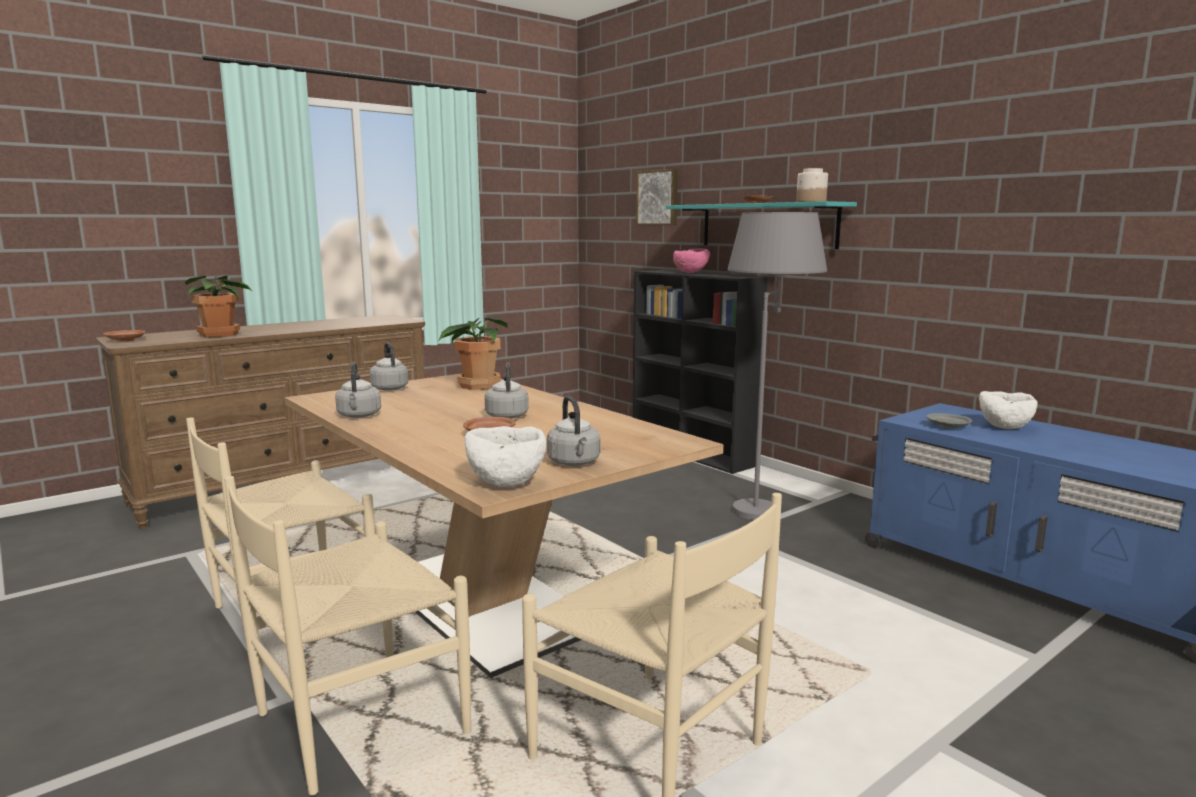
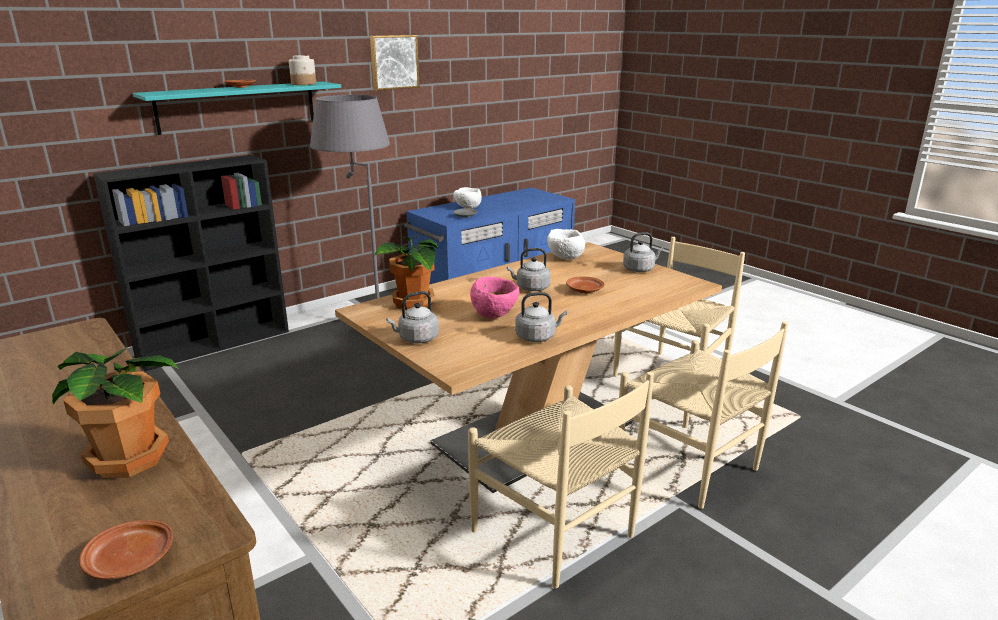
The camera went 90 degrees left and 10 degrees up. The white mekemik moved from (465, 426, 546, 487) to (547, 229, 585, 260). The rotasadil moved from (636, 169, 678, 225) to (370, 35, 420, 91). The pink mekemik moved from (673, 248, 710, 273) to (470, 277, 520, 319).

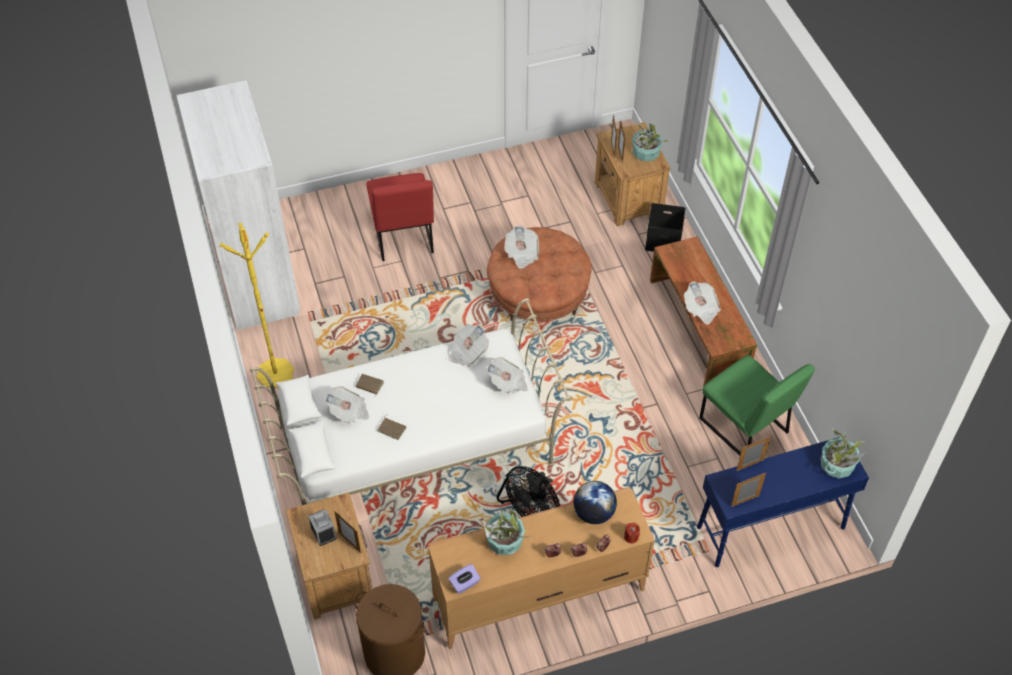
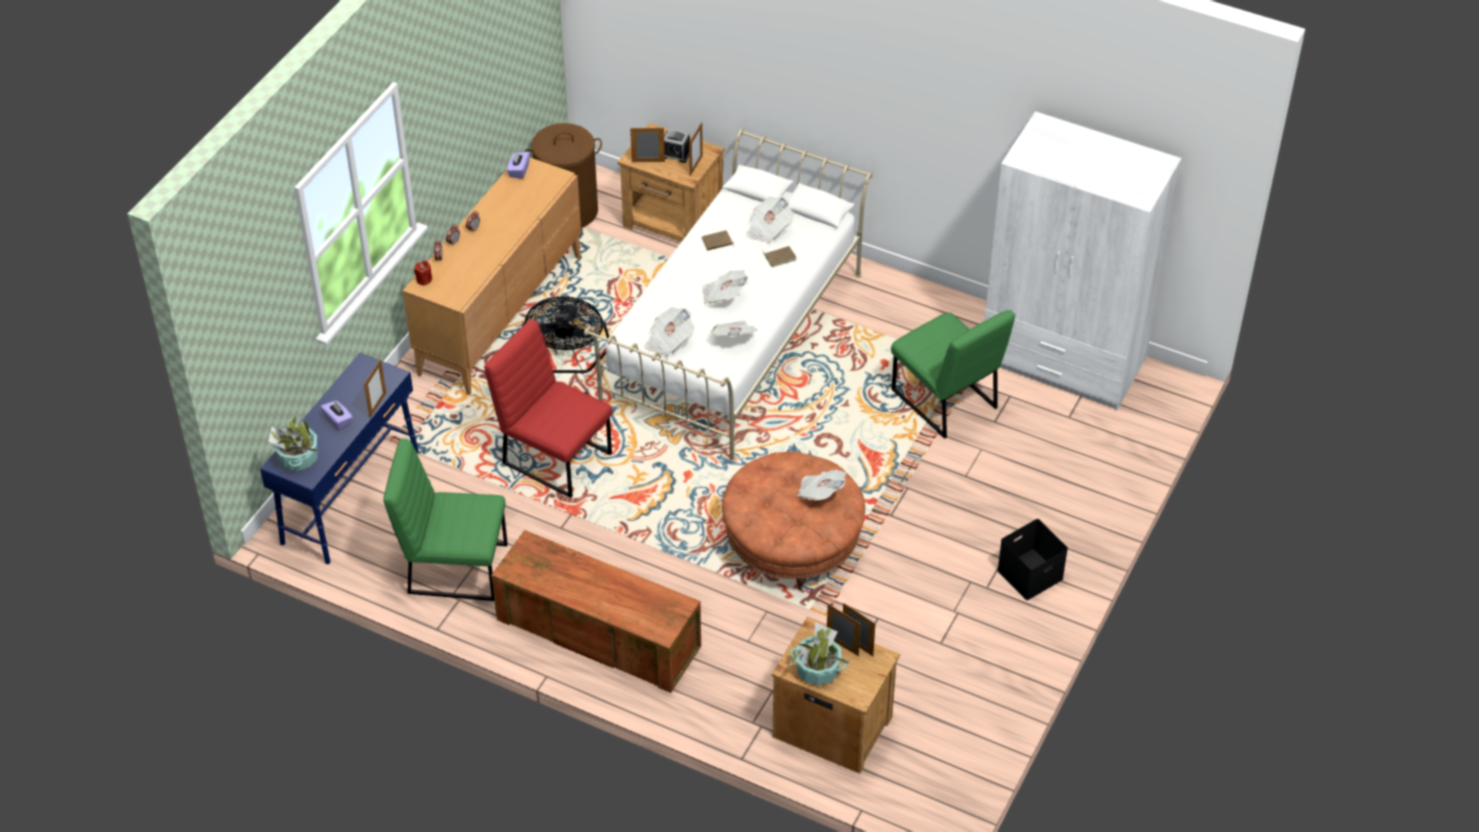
The camera went 135 degrees right and 5 degrees down. The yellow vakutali at (220, 223, 294, 388) disappeared. The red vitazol moved from (366, 173, 434, 261) to (484, 319, 612, 498). The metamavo at (483, 504, 533, 555) disappeared. The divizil at (573, 481, 617, 524) disappeared. The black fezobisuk moved from (645, 203, 685, 252) to (997, 519, 1068, 600). The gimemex moved from (684, 281, 721, 325) to (702, 270, 748, 304). The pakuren moved from (731, 473, 766, 507) to (689, 122, 703, 176). The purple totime at (320, 400, 353, 431) appeared. The green vitazol at (891, 310, 1015, 439) appeared.

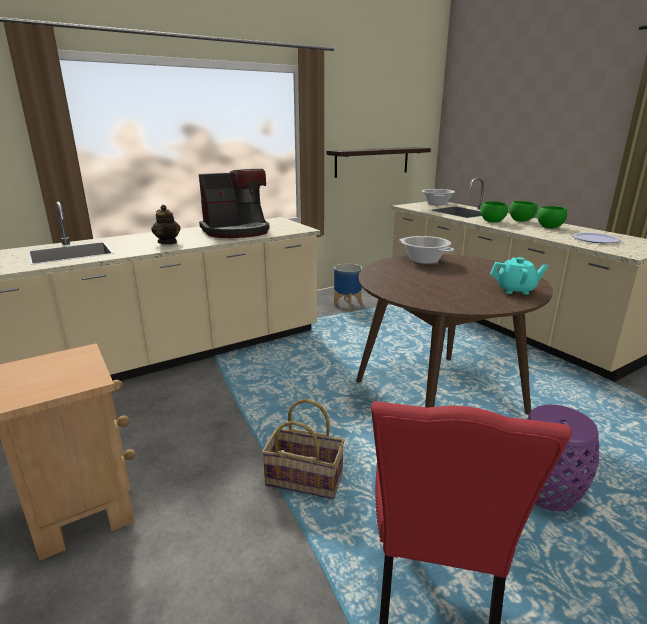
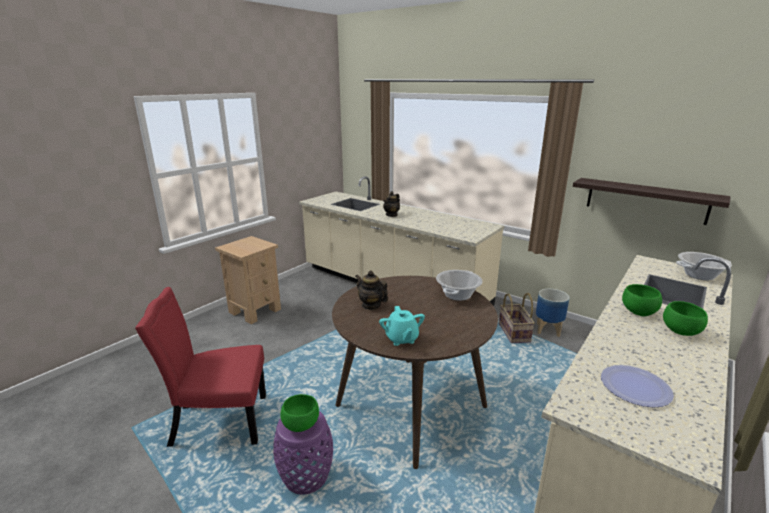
The camera went 70 degrees right and 0 degrees up. The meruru at (199, 169, 269, 238) disappeared. The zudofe moved from (262, 399, 345, 499) to (499, 293, 535, 343). The green mekemik moved from (537, 206, 567, 228) to (280, 394, 319, 432). The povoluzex at (355, 271, 388, 310) appeared.

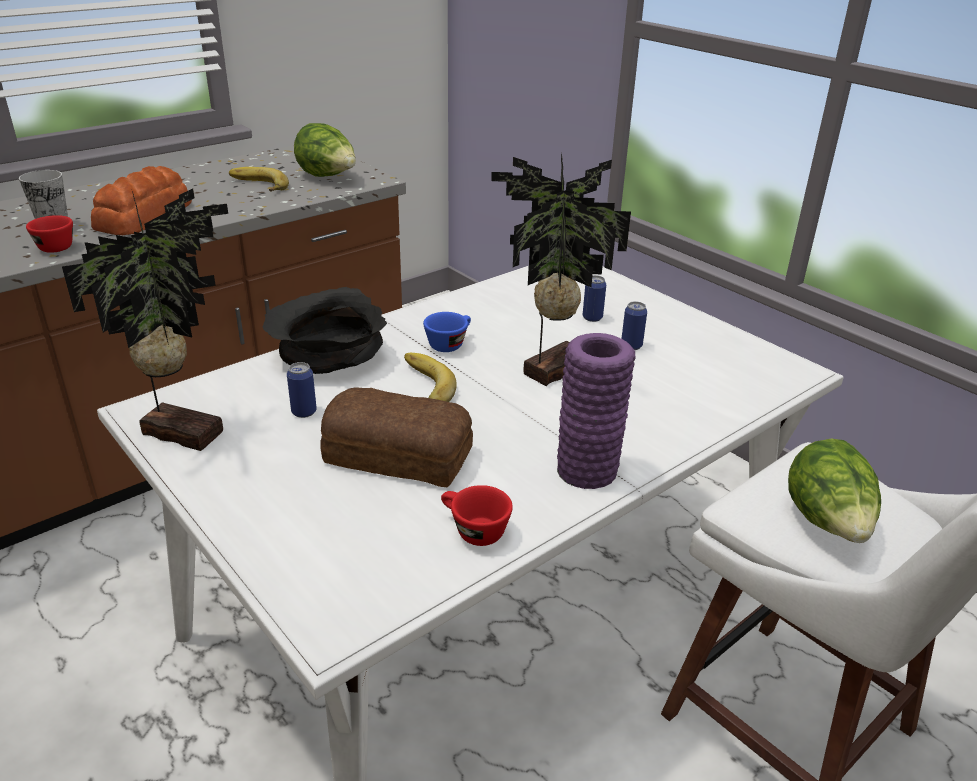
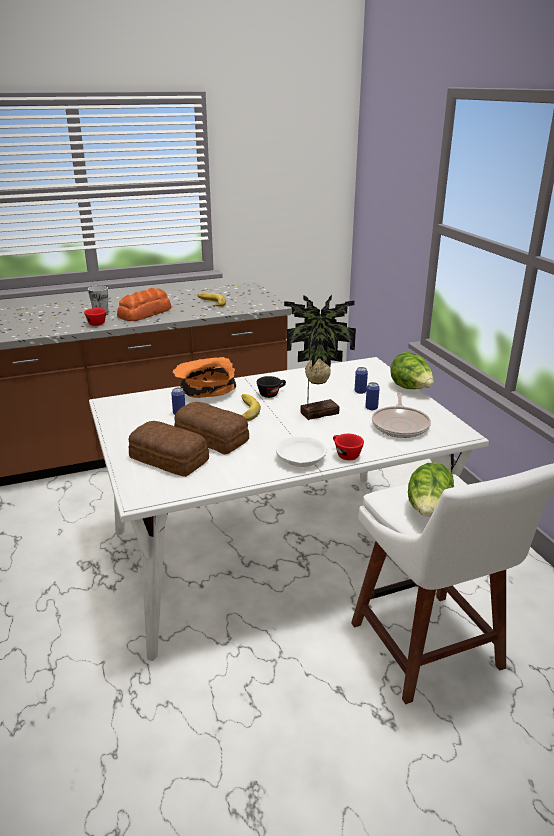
The camera went 20 degrees right and 5 degrees down. The metamavo at (62, 188, 228, 451) disappeared. The black mekemik at (263, 287, 387, 374) became the orange mekemik at (173, 357, 236, 398). The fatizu moved from (294, 123, 356, 177) to (390, 352, 434, 389). The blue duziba at (423, 312, 471, 352) became the black duziba at (257, 376, 286, 398). The red duziba moved from (441, 485, 513, 546) to (333, 434, 364, 460). The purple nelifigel at (557, 333, 636, 489) was replaced by the white mekemik at (276, 436, 327, 467). The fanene at (128, 421, 209, 477) appeared. The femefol at (372, 392, 431, 438) appeared.

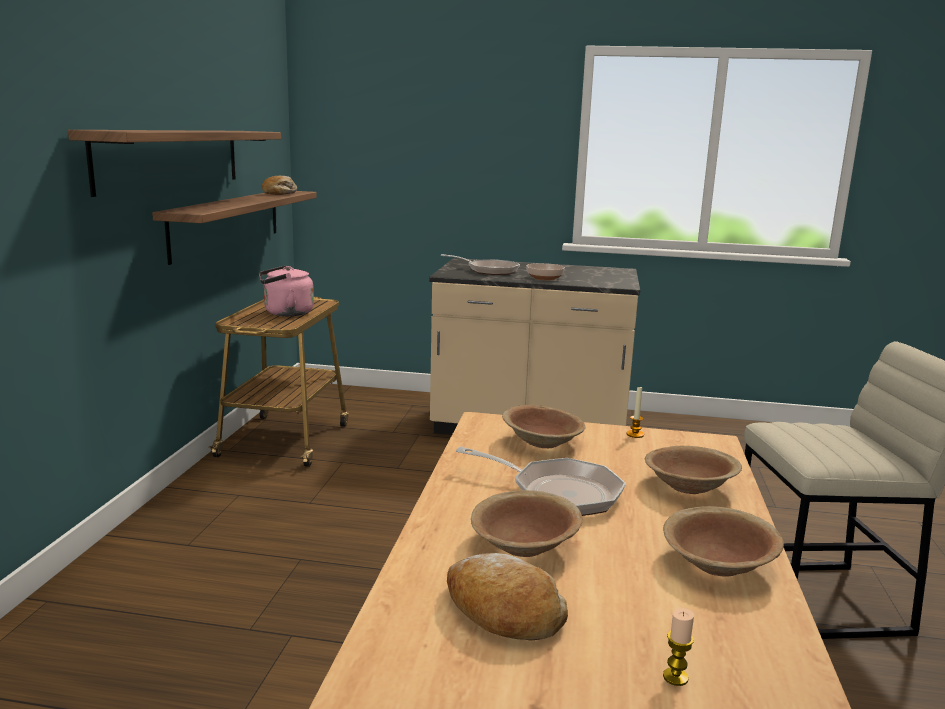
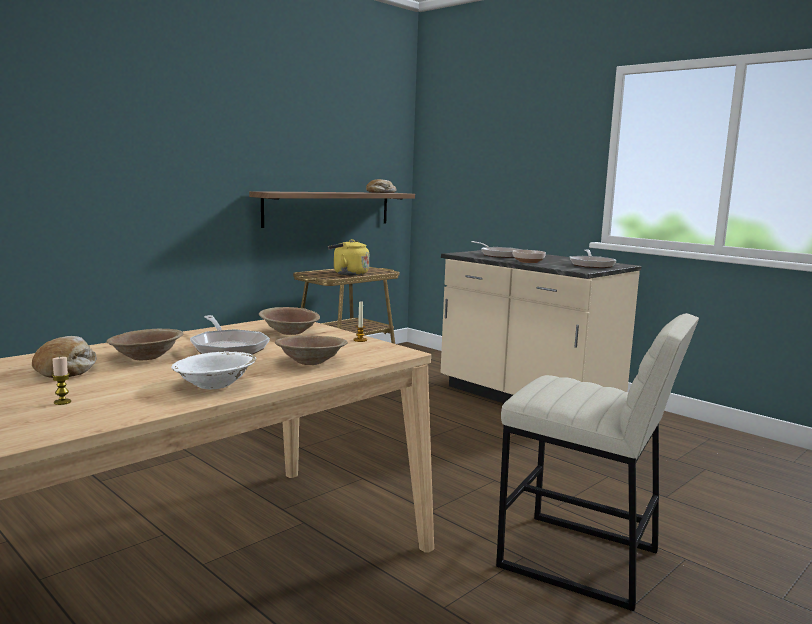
The camera went 35 degrees right and 5 degrees down. The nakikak at (68, 130, 281, 197) disappeared. The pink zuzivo at (259, 266, 314, 316) became the yellow zuzivo at (328, 239, 369, 275). The brown mekemik at (663, 506, 784, 577) became the white mekemik at (171, 351, 256, 389). The femefol at (570, 250, 616, 268) appeared.

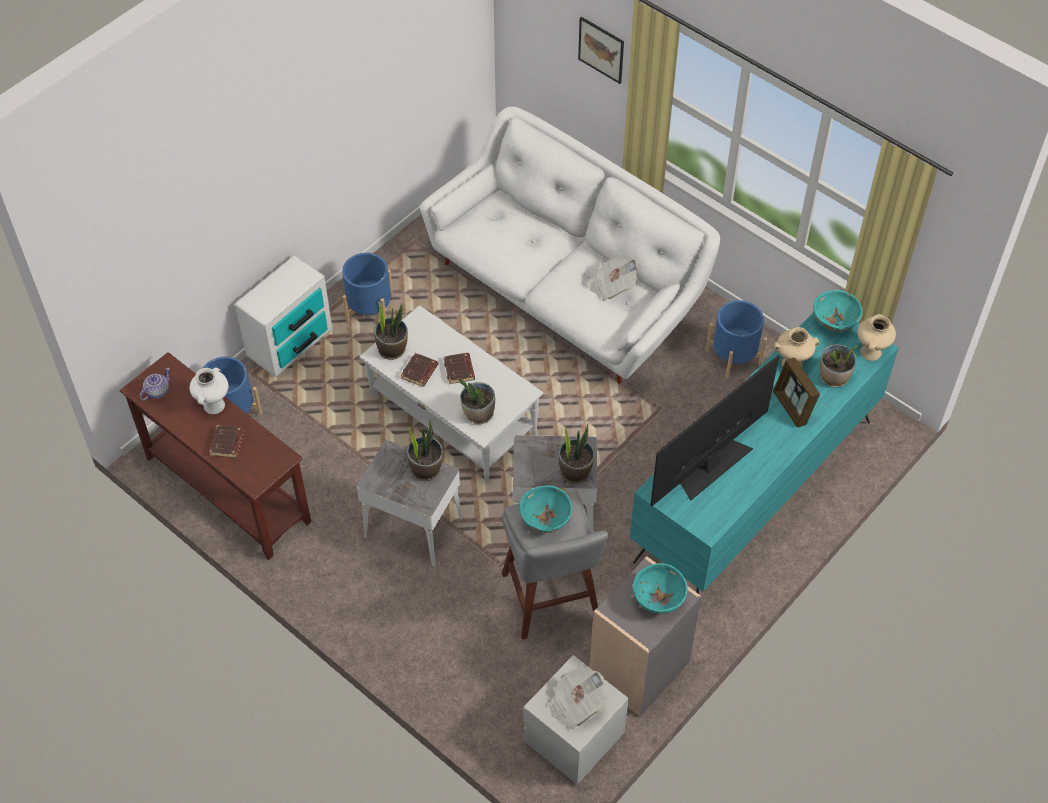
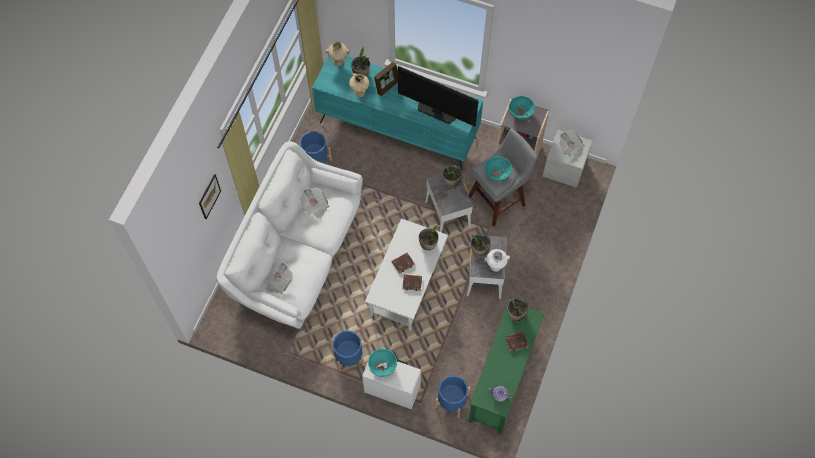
The camera went 110 degrees left and 10 degrees up. The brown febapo at (120, 352, 311, 560) became the green febapo at (468, 301, 544, 434). The white nelifigel moved from (189, 367, 229, 414) to (484, 249, 510, 272). The metamavo moved from (374, 302, 408, 360) to (508, 297, 529, 322). The turquoise mekemik moved from (813, 290, 862, 332) to (368, 349, 397, 377). The gimemex at (266, 262, 293, 294) appeared.

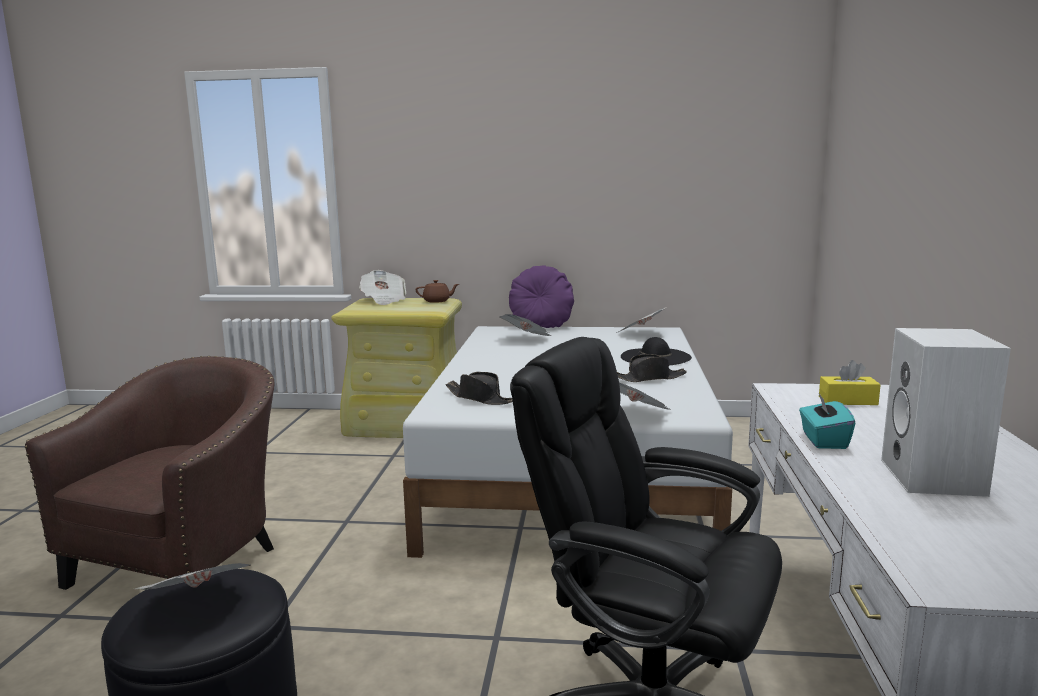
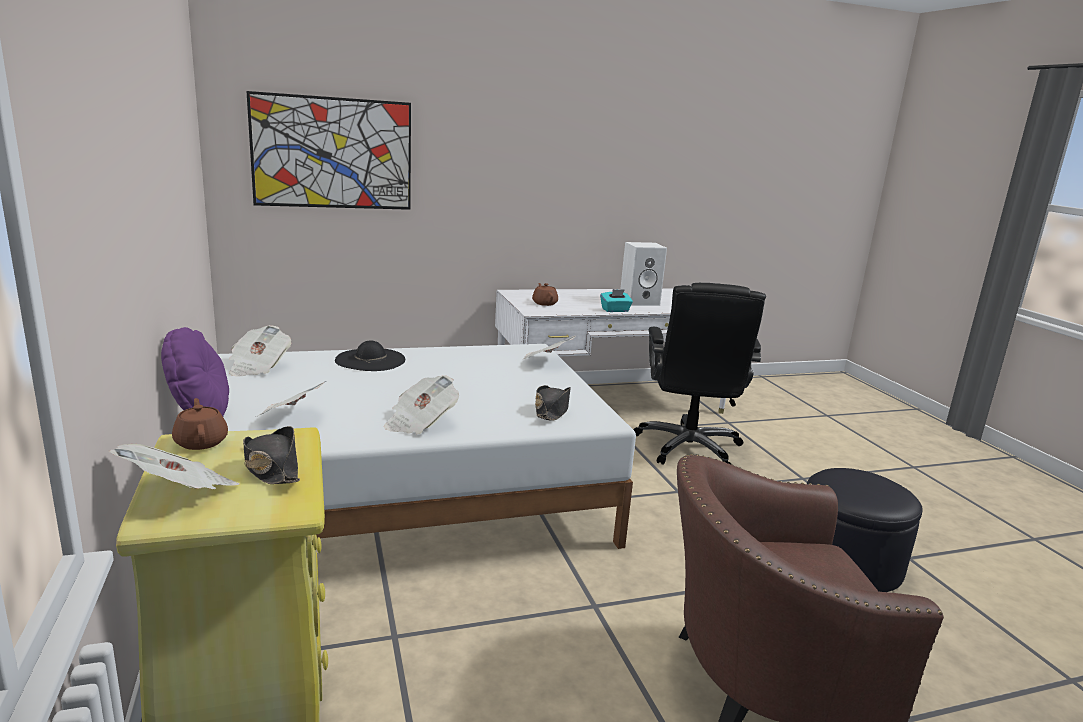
The camera went 115 degrees left and 5 degrees up. The gimemex moved from (135, 563, 250, 590) to (384, 376, 459, 434). The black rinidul moved from (617, 354, 687, 382) to (243, 426, 300, 484). The yellow totime at (819, 360, 881, 405) was replaced by the brown povoluzex at (532, 283, 558, 306). The rotasadil at (246, 91, 411, 210) appeared.

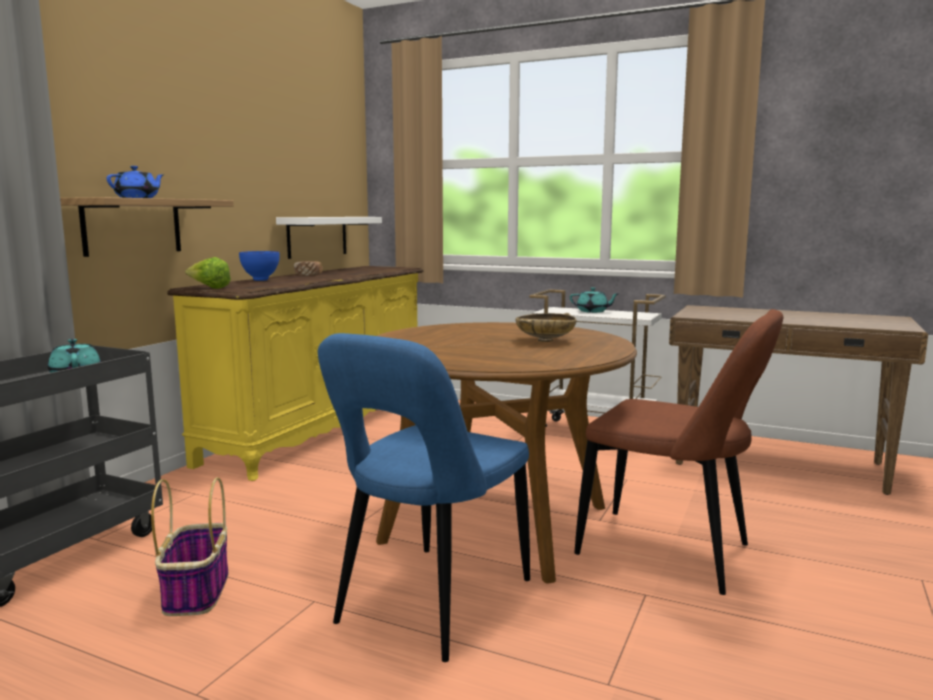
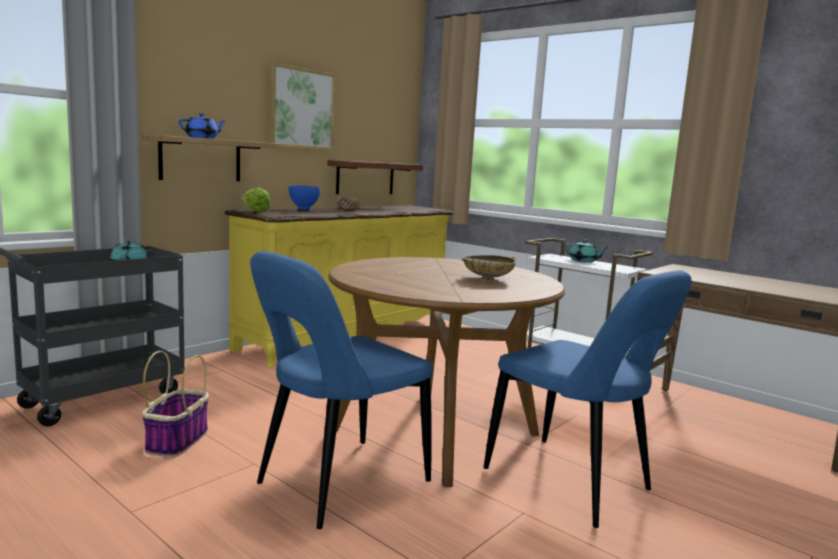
The camera went 15 degrees right and 0 degrees up. The white nakikak at (276, 217, 382, 259) became the brown nakikak at (327, 160, 423, 194). The brown vitazol at (574, 309, 783, 595) became the blue vitazol at (484, 270, 692, 528). The rotasadil at (269, 63, 336, 150) appeared.

